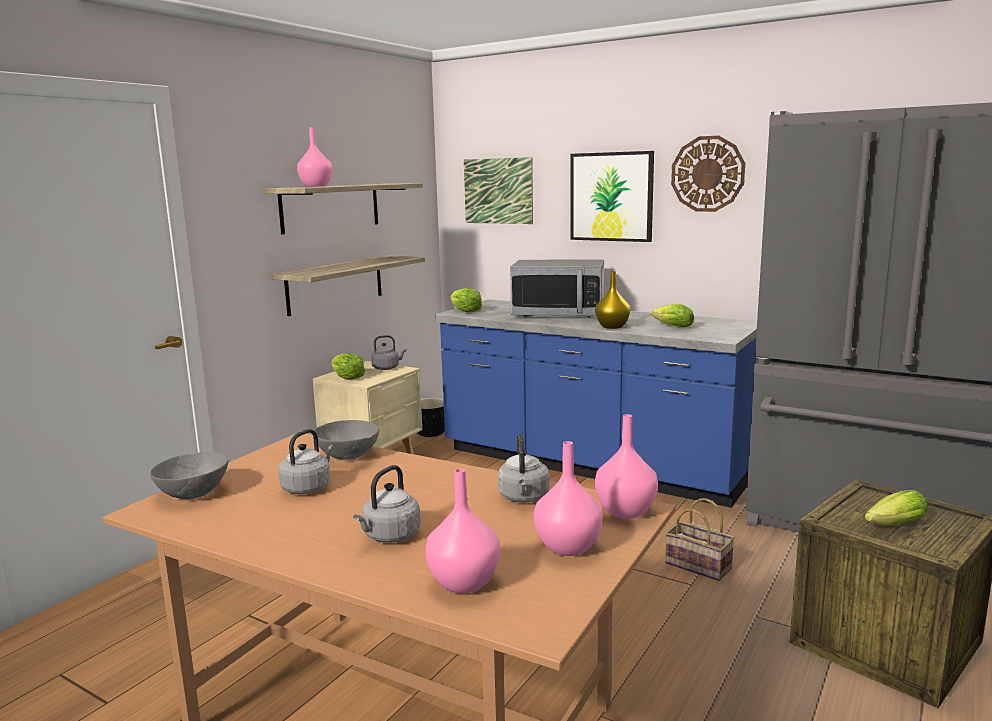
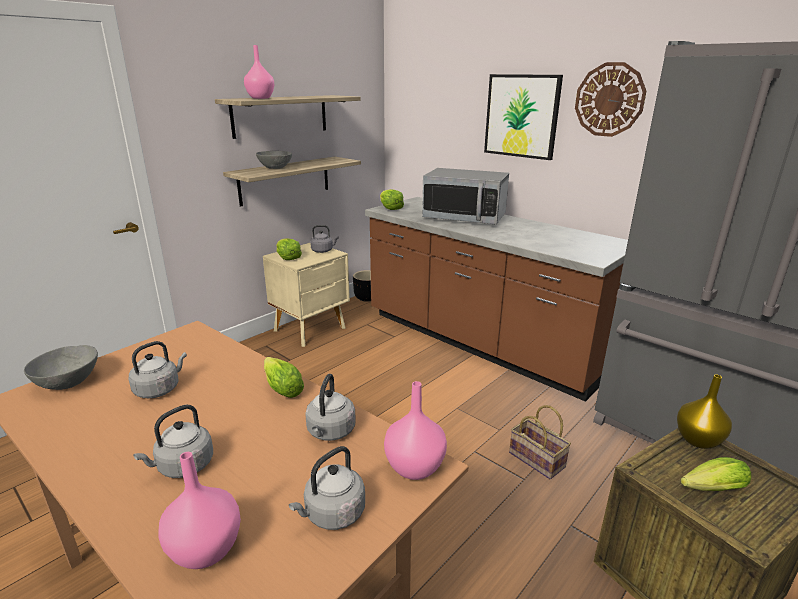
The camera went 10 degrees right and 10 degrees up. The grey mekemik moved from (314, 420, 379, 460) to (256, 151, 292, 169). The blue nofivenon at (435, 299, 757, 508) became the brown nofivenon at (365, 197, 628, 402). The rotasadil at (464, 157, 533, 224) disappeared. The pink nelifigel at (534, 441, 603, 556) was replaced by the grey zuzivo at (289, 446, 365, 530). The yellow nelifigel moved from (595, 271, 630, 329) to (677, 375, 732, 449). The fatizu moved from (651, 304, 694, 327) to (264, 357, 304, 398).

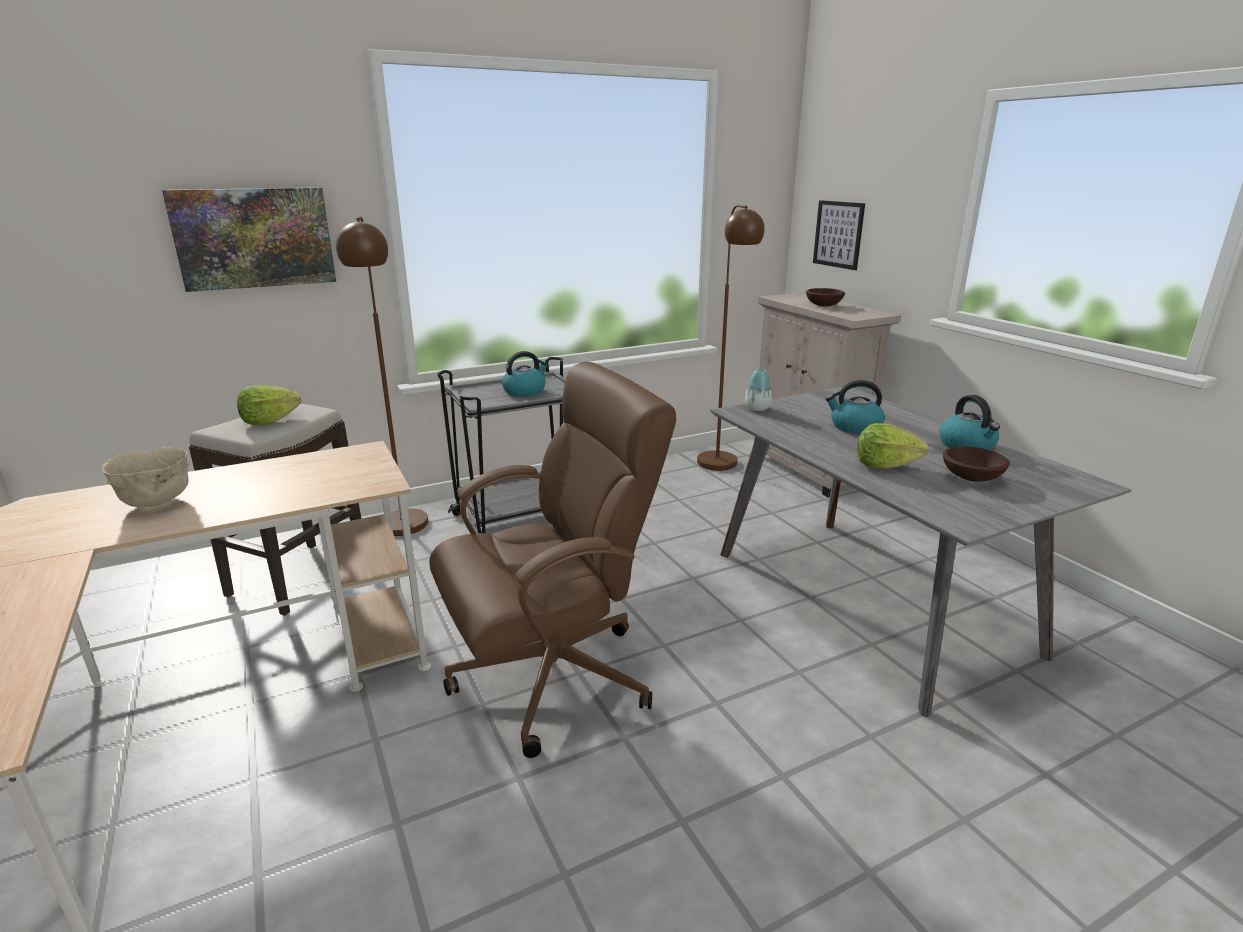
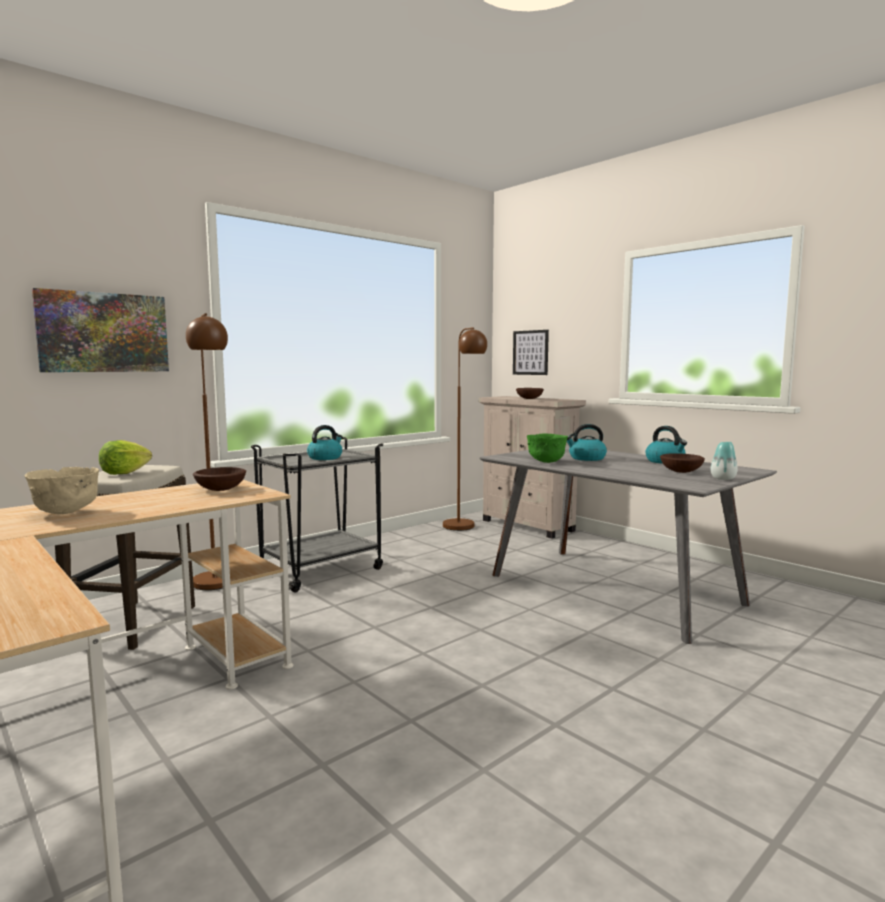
The camera went 15 degrees left and 15 degrees down. The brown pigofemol at (429, 362, 676, 758) disappeared. The nelifigel moved from (745, 370, 772, 411) to (711, 442, 738, 480). The fatizu at (857, 423, 928, 469) disappeared. The brown mekemik at (193, 467, 246, 491) appeared. The green mekemik at (527, 434, 568, 463) appeared.

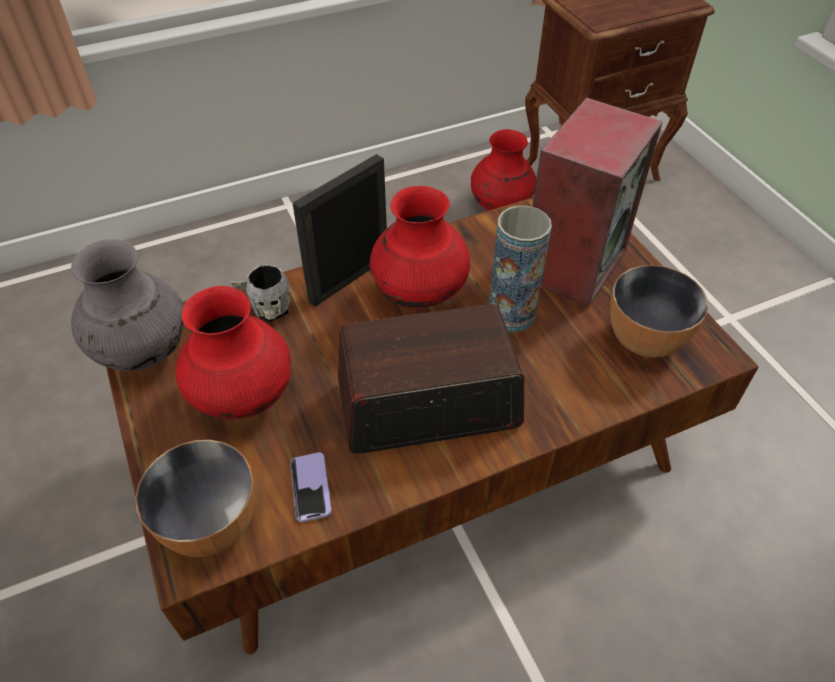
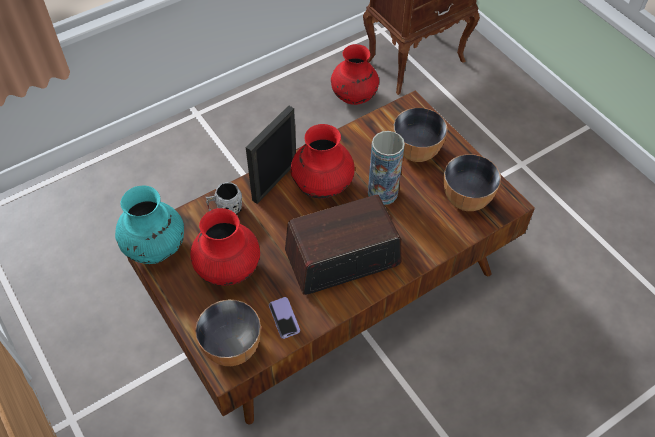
The camera went 10 degrees left and 5 degrees up. The grey nelifigel at (71, 239, 184, 371) became the turquoise nelifigel at (115, 185, 184, 264). The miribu at (532, 98, 663, 307) was replaced by the mekemik at (393, 108, 448, 162).

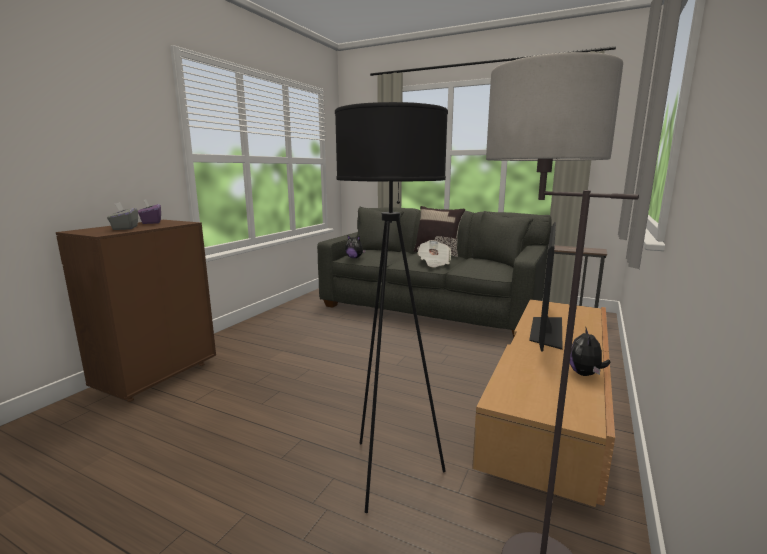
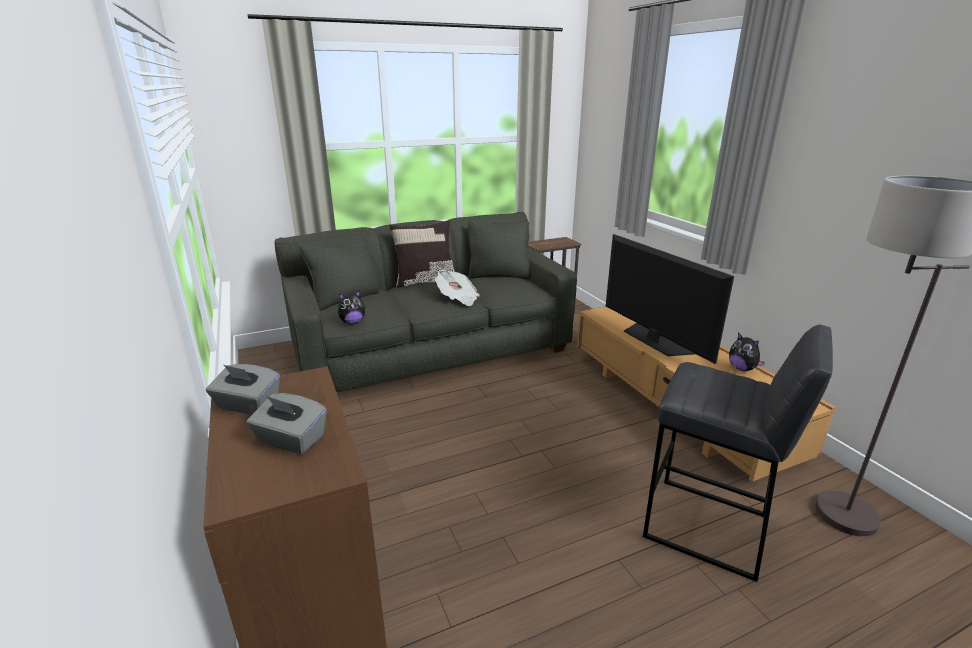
The camera went 50 degrees left and 10 degrees up. The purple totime at (138, 199, 161, 224) became the grey totime at (206, 364, 280, 415). The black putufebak at (335, 102, 448, 513) was replaced by the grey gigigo at (643, 324, 833, 582).

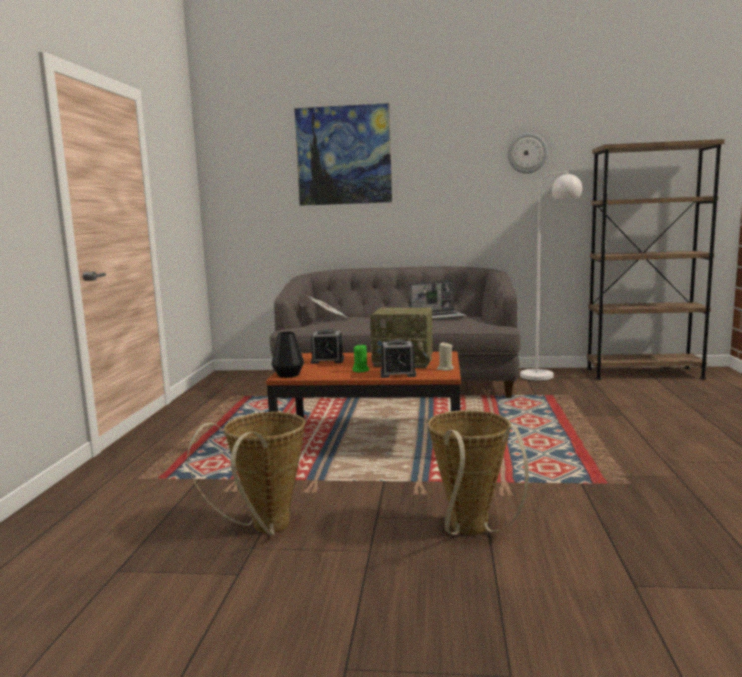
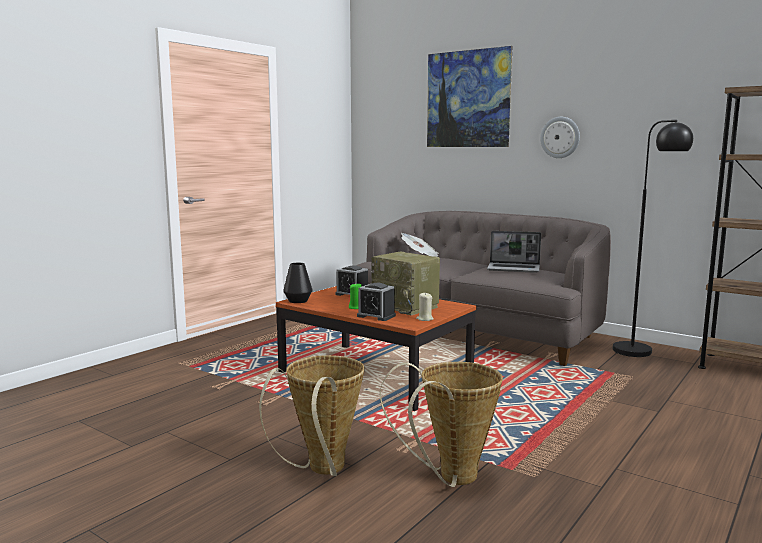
The camera went 30 degrees right and 0 degrees up. The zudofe moved from (187, 412, 305, 535) to (380, 362, 503, 487). The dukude moved from (508, 133, 548, 174) to (540, 117, 580, 158). The white putufebak at (520, 172, 582, 381) became the black putufebak at (613, 120, 693, 357).

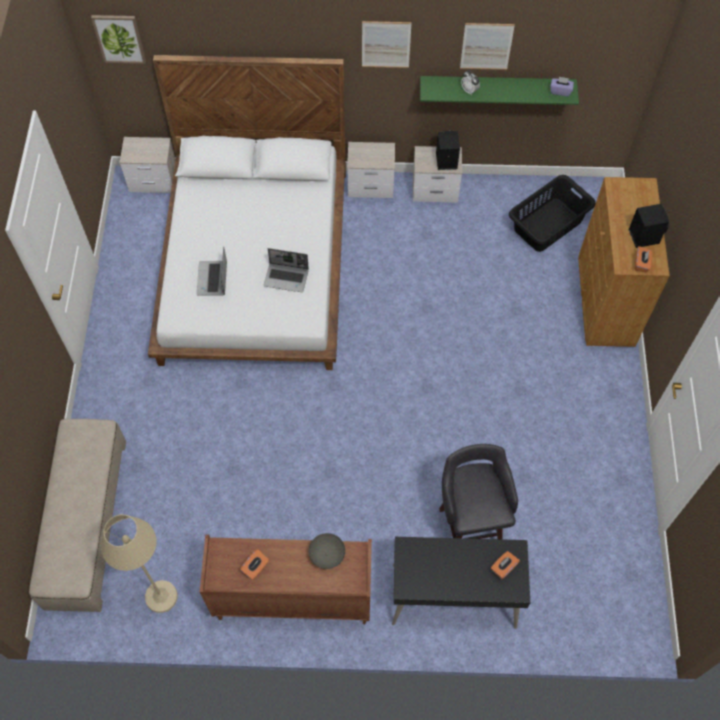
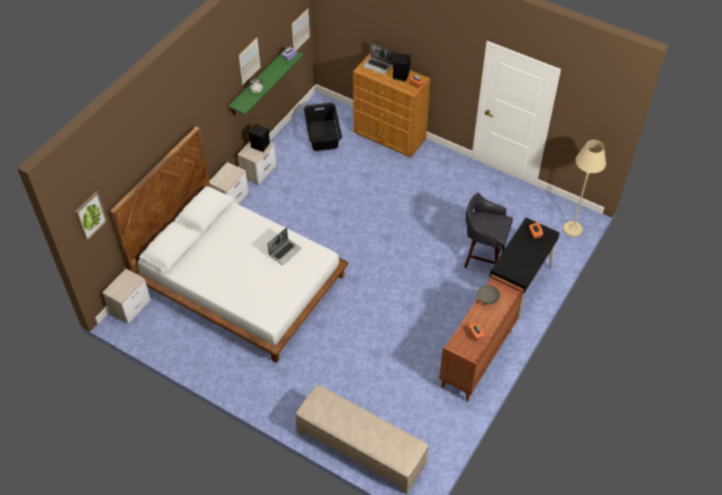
The camera went 60 degrees left and 10 degrees down. The beige putufebak moved from (101, 514, 178, 613) to (563, 140, 606, 237). The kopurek moved from (196, 246, 227, 296) to (363, 43, 393, 75). The rotasadil moved from (362, 21, 412, 68) to (292, 8, 310, 50).

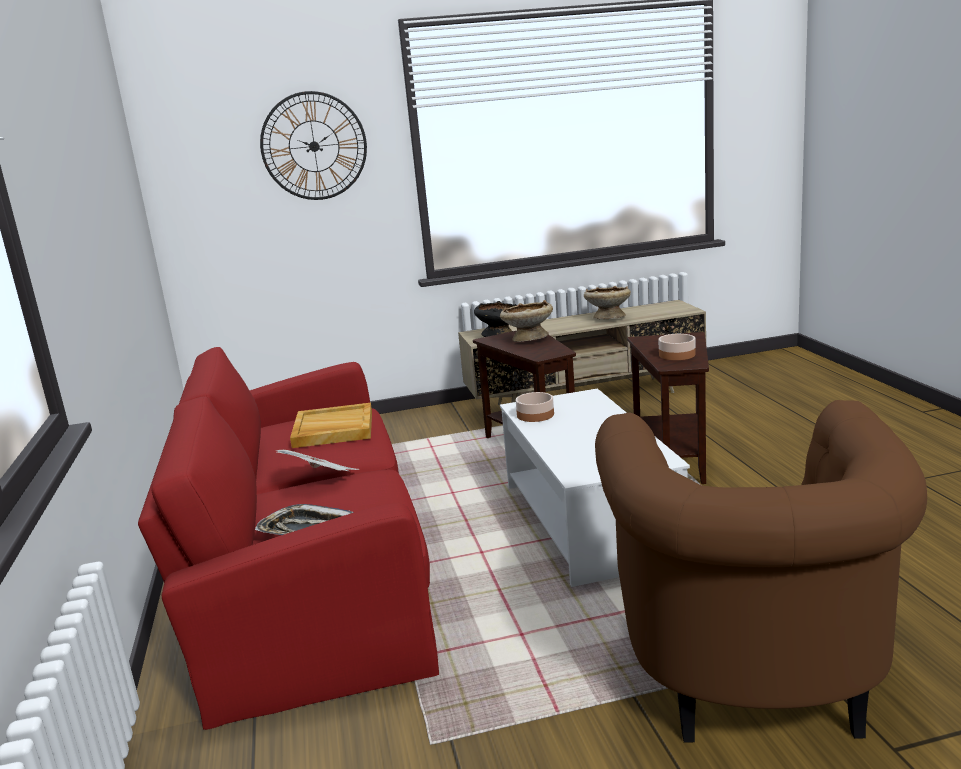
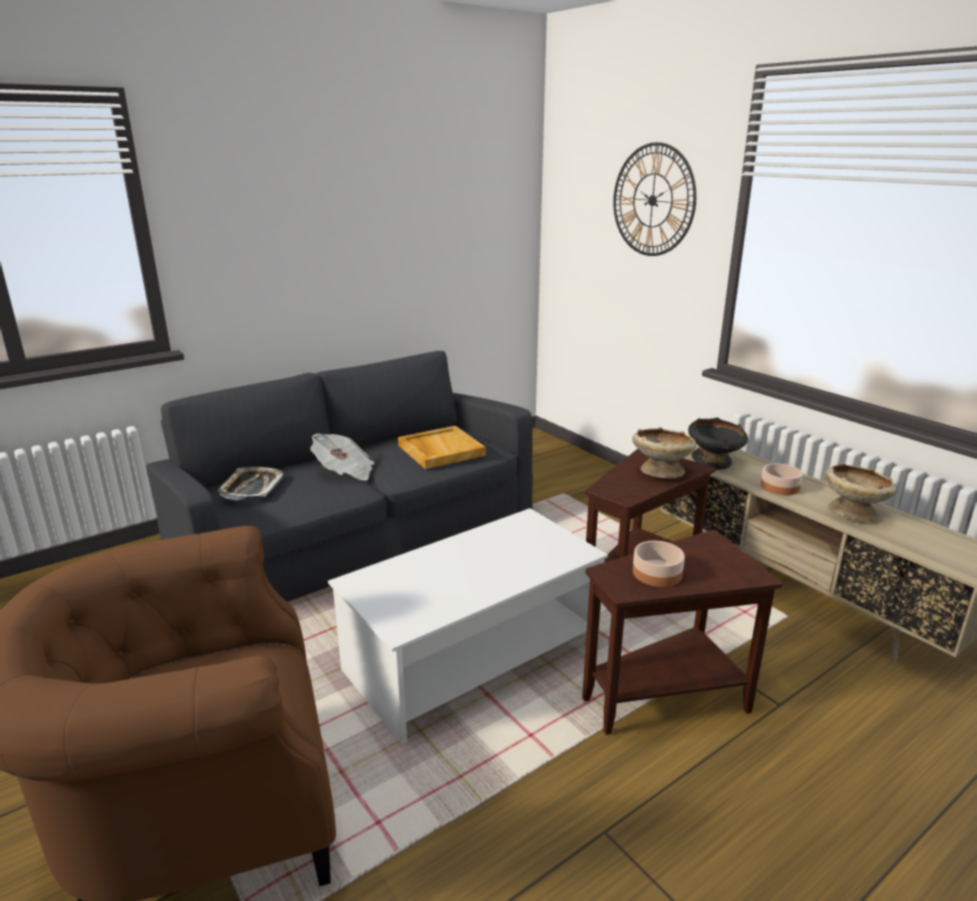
The camera went 65 degrees right and 5 degrees up. The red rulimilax at (138, 347, 439, 730) became the grey rulimilax at (146, 351, 533, 602). The mekemik moved from (516, 392, 554, 422) to (761, 463, 803, 495).

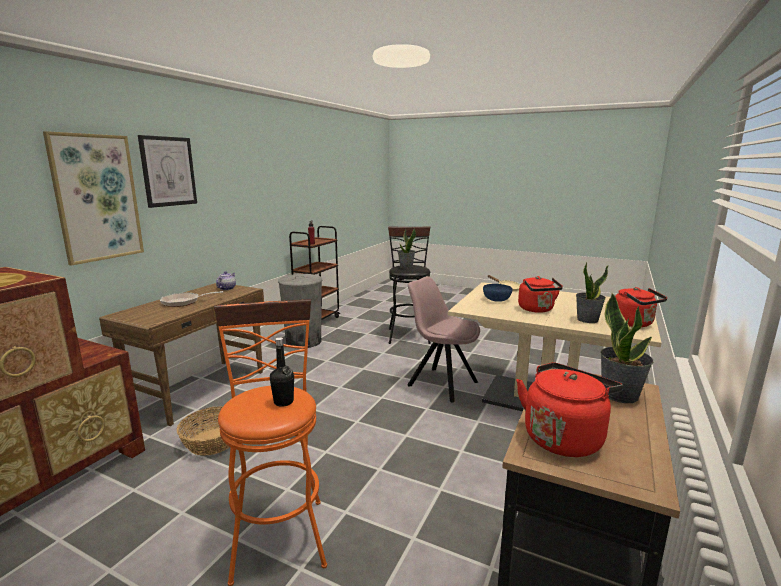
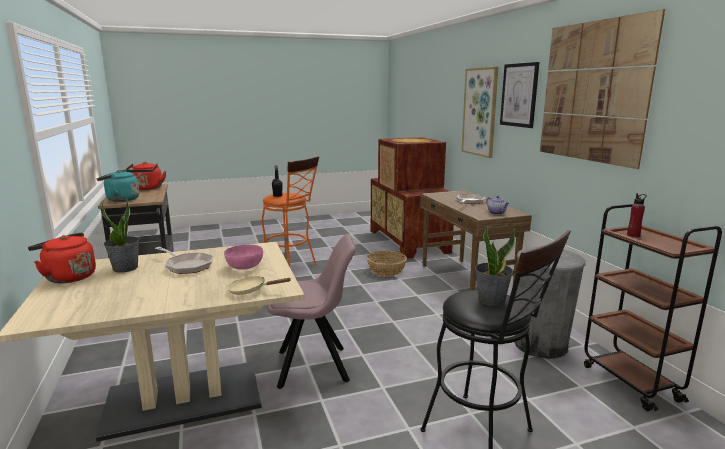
The camera went 135 degrees right and 0 degrees up. The blue mekemik at (483, 284, 512, 302) became the pink mekemik at (224, 245, 263, 270). The red zuzivo at (518, 276, 563, 313) was replaced by the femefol at (155, 247, 213, 274). The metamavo at (600, 293, 653, 403) was replaced by the turquoise zuzivo at (96, 170, 140, 202). The rotasadil at (540, 9, 665, 169) appeared.

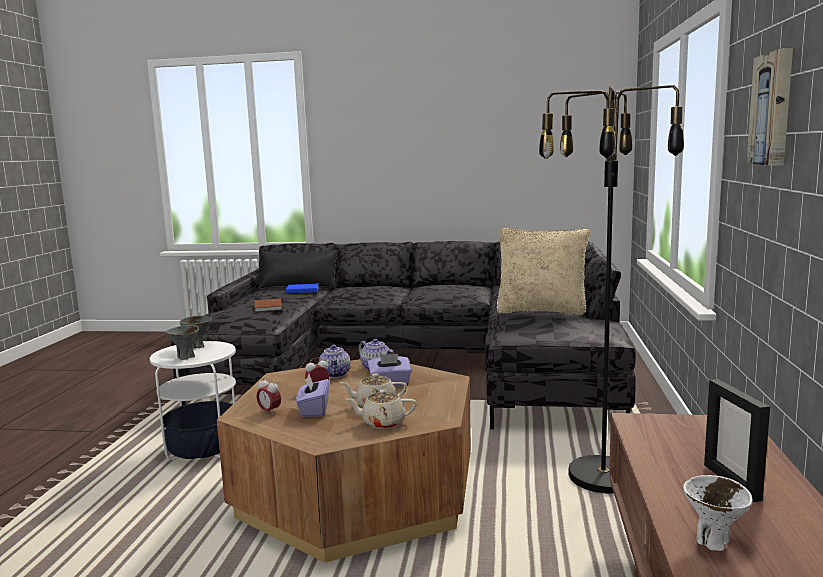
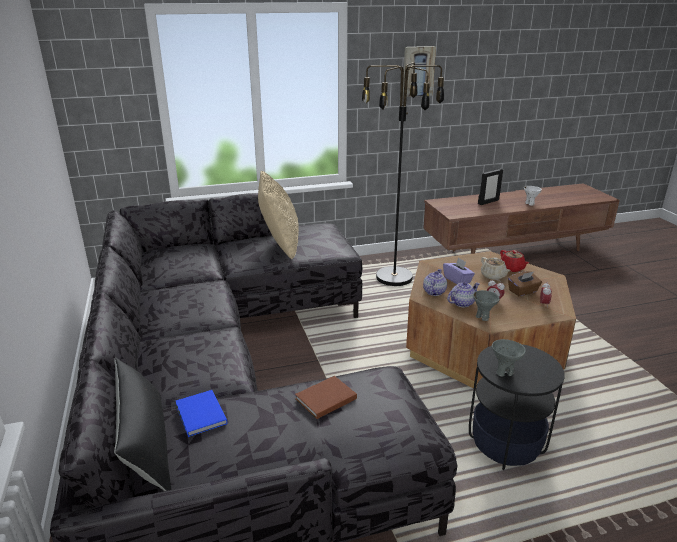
The camera went 115 degrees left and 15 degrees up. The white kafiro at (150, 341, 236, 460) became the black kafiro at (469, 344, 565, 470). The grey mekemik moved from (166, 325, 199, 360) to (473, 290, 500, 321). The purple totime at (296, 374, 329, 417) became the brown totime at (508, 271, 542, 296). The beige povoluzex at (346, 389, 417, 429) became the red povoluzex at (500, 250, 529, 272).

